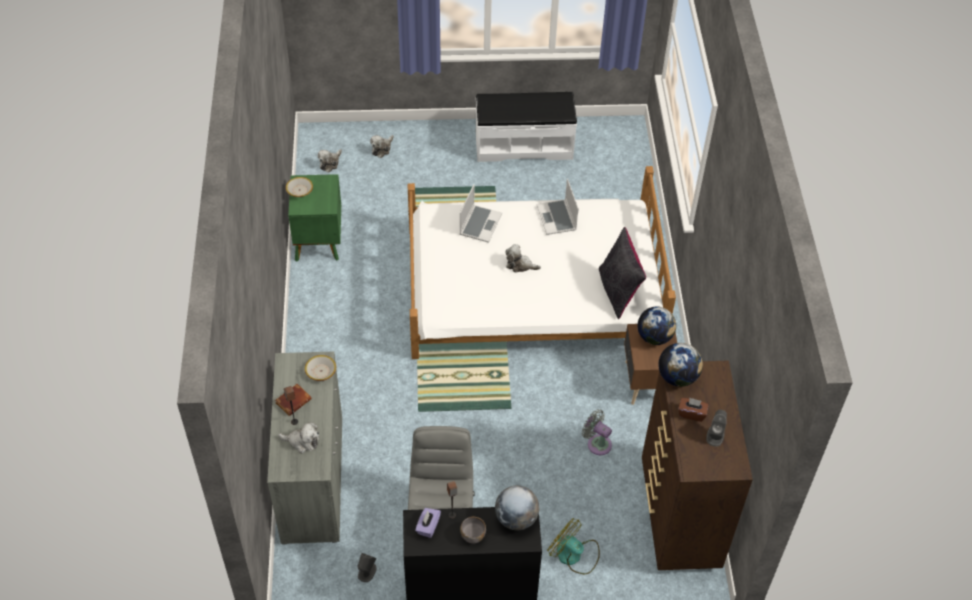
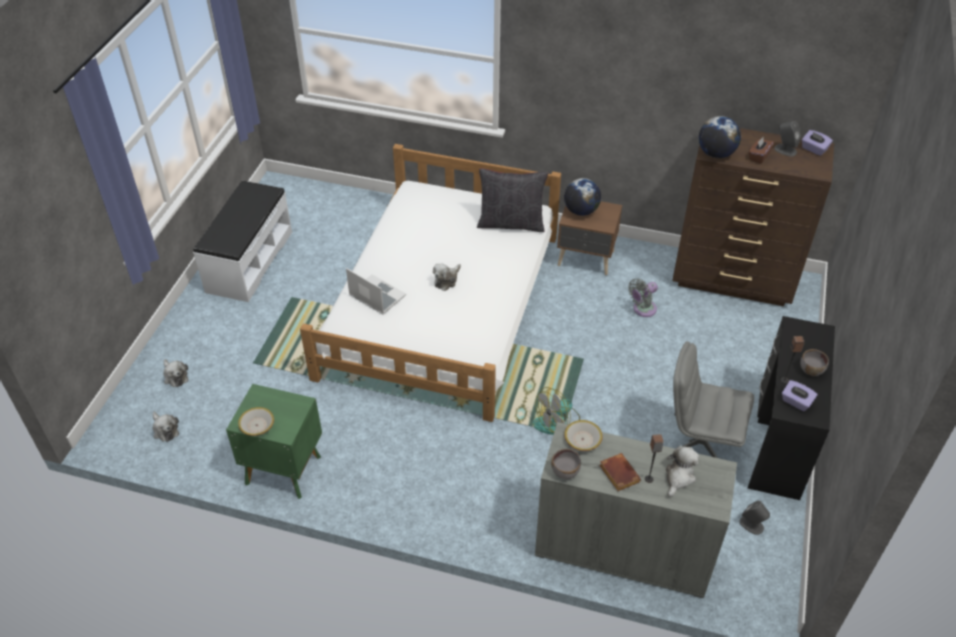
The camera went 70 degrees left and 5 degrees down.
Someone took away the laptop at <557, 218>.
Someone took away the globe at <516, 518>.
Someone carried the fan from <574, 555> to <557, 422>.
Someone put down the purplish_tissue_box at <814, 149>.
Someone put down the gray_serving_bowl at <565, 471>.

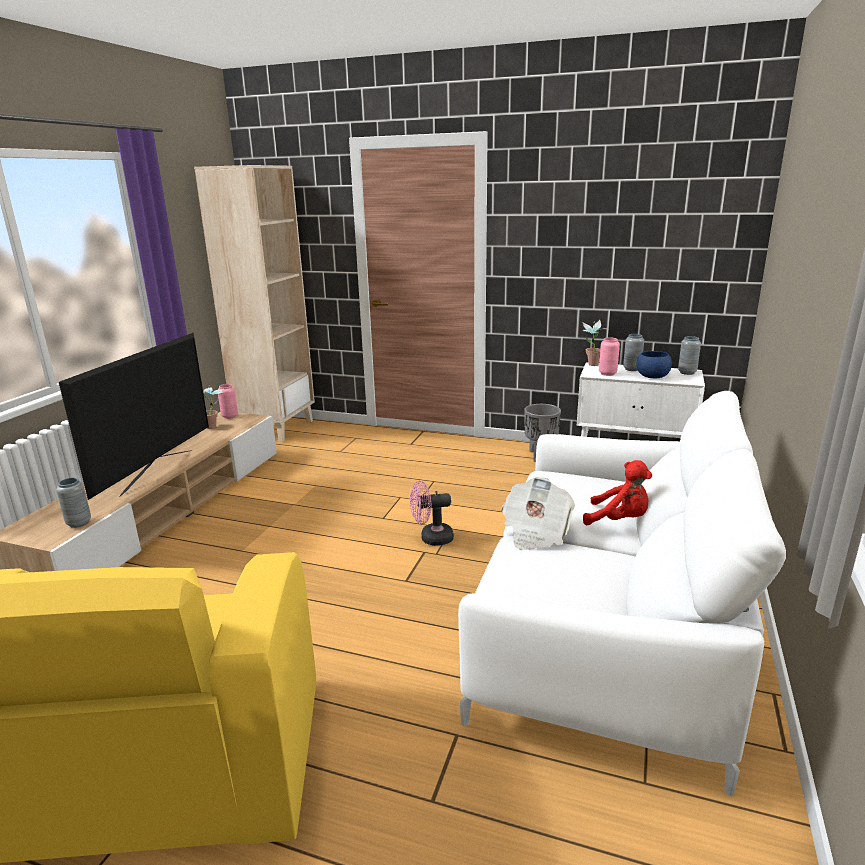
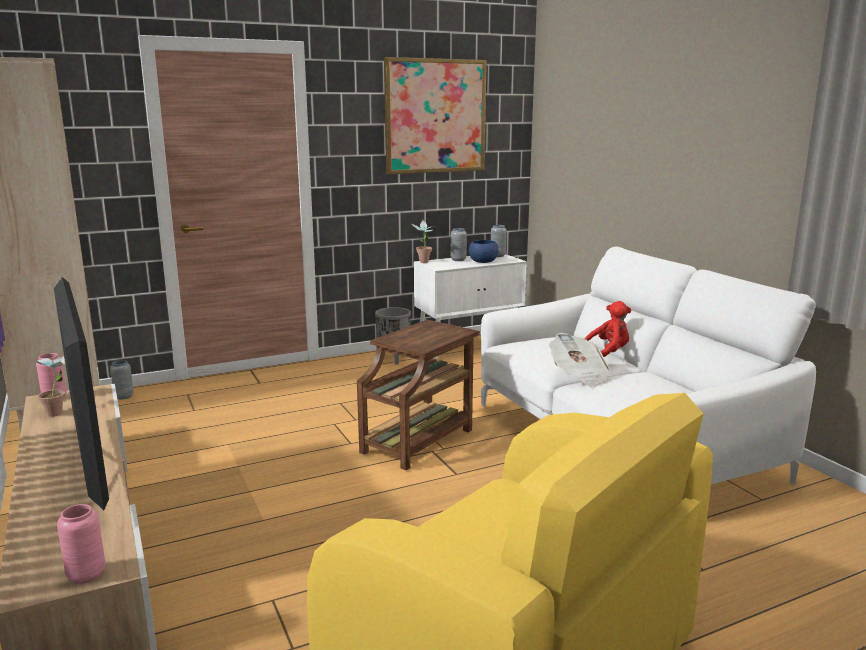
The camera went 45 degrees left and 5 degrees down.
Someone carried the pink_flower_vase from <607, 373> to <86, 575>.
Someone carried the gray_flower_vase from <79, 523> to <124, 396>.
Someone swapped the pink_fan at <431, 538> for the brown-coloured_accent_table at <419, 440>.
Someone put up the picture at <435, 116>.

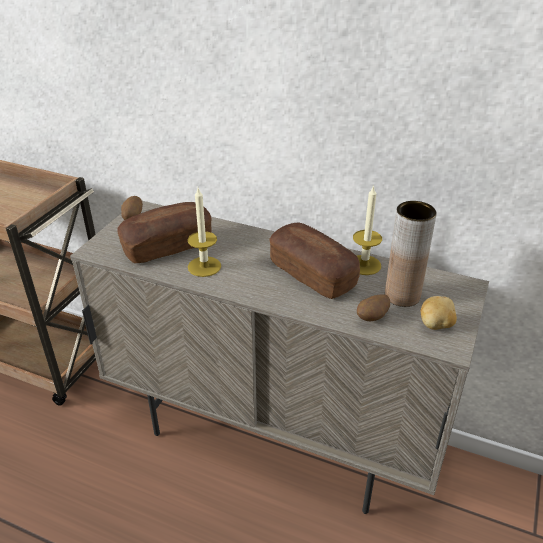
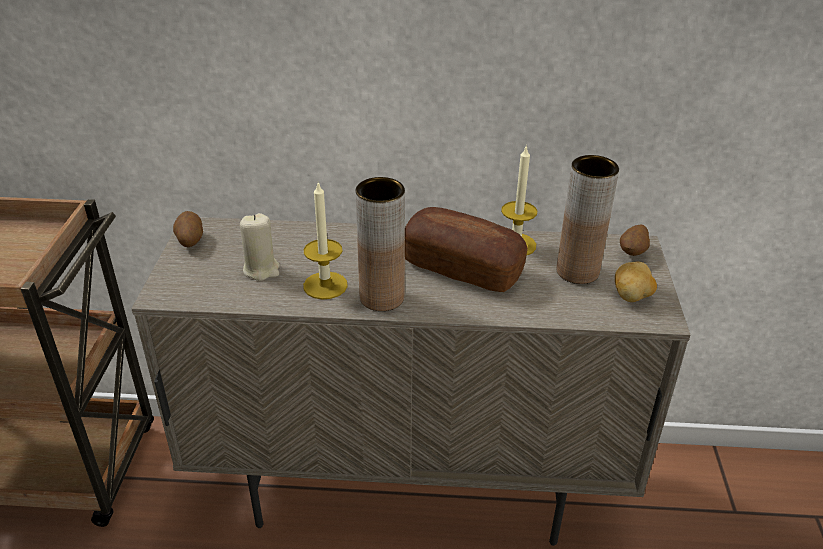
The camera went 20 degrees left and 0 degrees up.
Someone swapped the bread at <167, 246> for the sand-coloured_candle at <261, 269>.
Someone carried the whole_potato from <372, 318> to <632, 253>.
Someone put down the brown-coloured_flower_vase at <382, 298>.

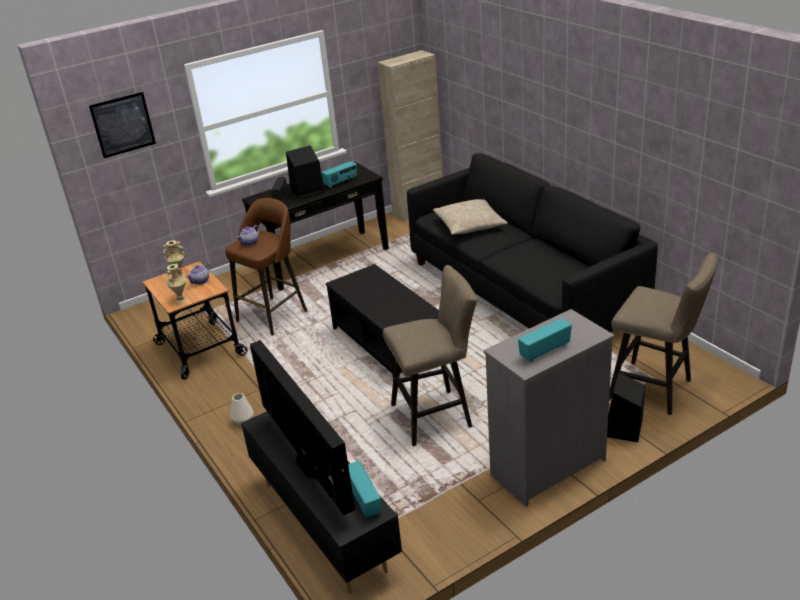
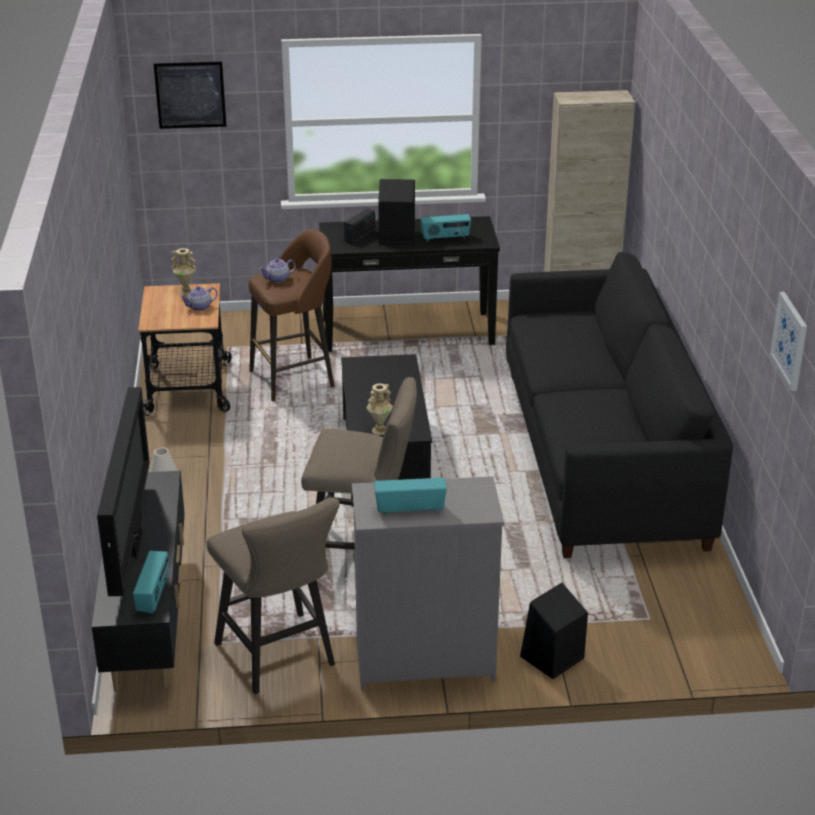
The camera went 25 degrees right and 0 degrees up.
Someone took away the sand-coloured_pillow at <469, 224>.
Someone carried the sand-coloured_sitting_stool from <656, 390> to <280, 658>.
Someone carried the sand-coloured_flower_vase from <180, 299> to <379, 430>.
Someone put up the picture at <790, 340>.

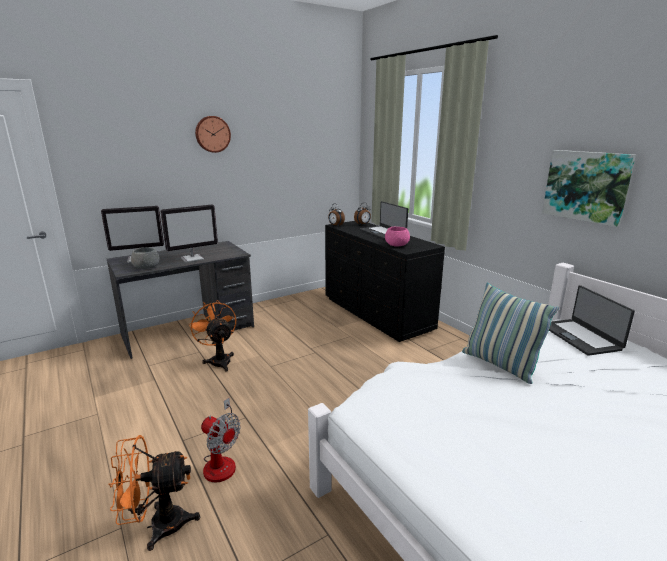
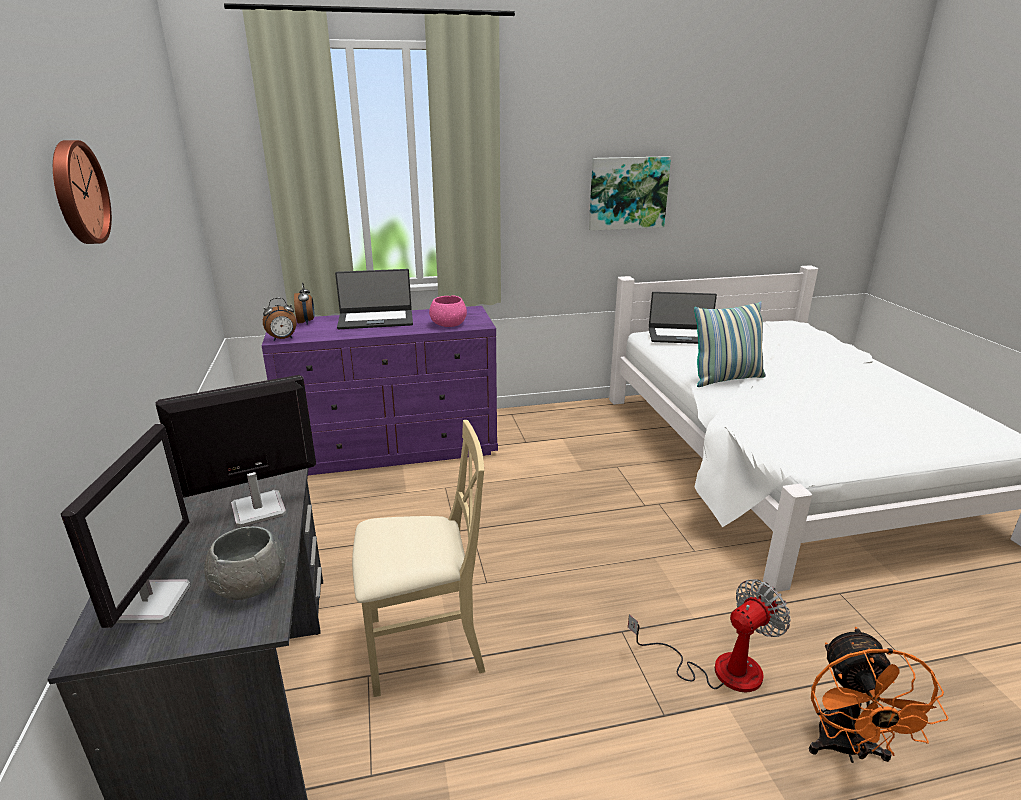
The camera went 70 degrees left and 5 degrees up.
Someone rotated the computer_display at <193, 258> by 105 degrees counterclockwise.
Someone repainted the black_drawer_chest at <377, 314>, which became the purplish_drawer_chest at <394, 449>.
Someone swapped the orange-coloured_fan at <219, 360> for the sand-coloured_upright_chair at <423, 647>.

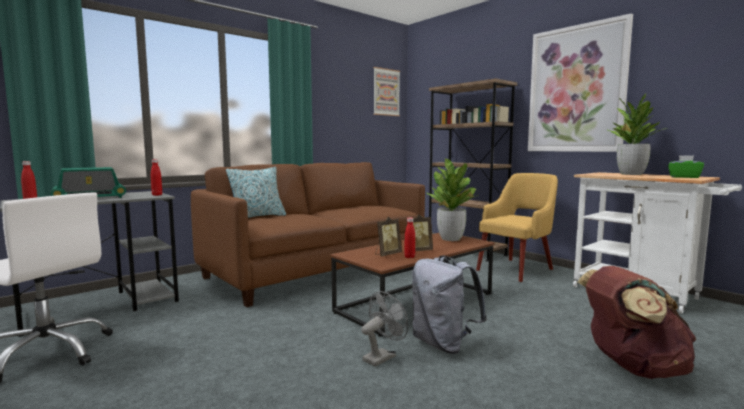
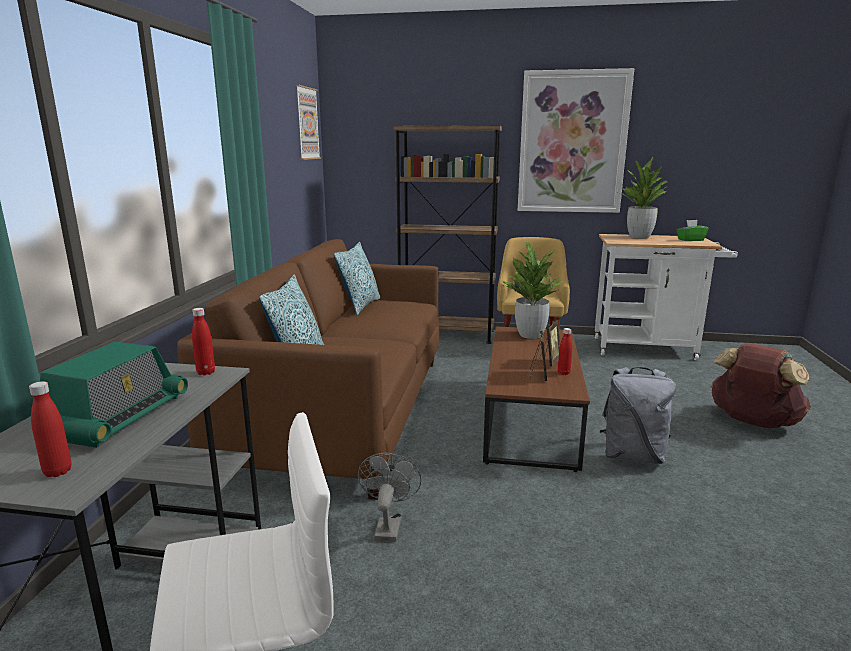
The camera went 40 degrees left and 10 degrees up.
Someone carried the gray_fan from <382, 356> to <388, 525>.
Someone put down the pillow at <360, 305>.

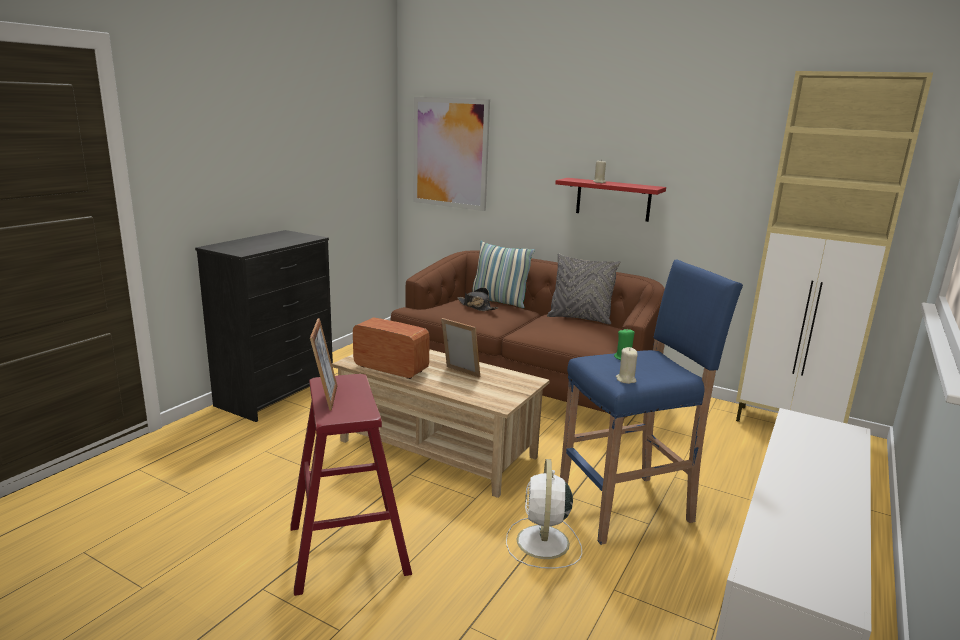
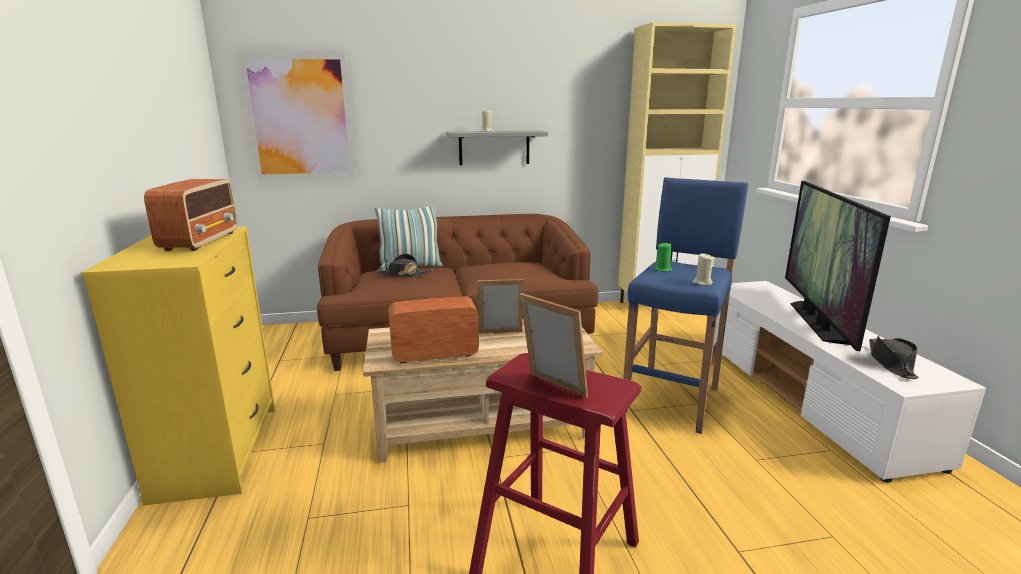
The camera went 40 degrees left and 0 degrees up.
Someone repainted the reddish_shelf at <613, 199>, which became the gray_shelf at <494, 147>.
Someone repainted the black_drawer_chest at <276, 394>, which became the yellowish_drawer_chest at <219, 451>.
Someone took away the gray_pillow at <580, 318>.
Someone took away the white_fan at <543, 543>.
Someone put down the radio_set at <201, 241>.
Someone put down the television at <816, 322>.
Someone put down the black_clothing_hat at <891, 363>.

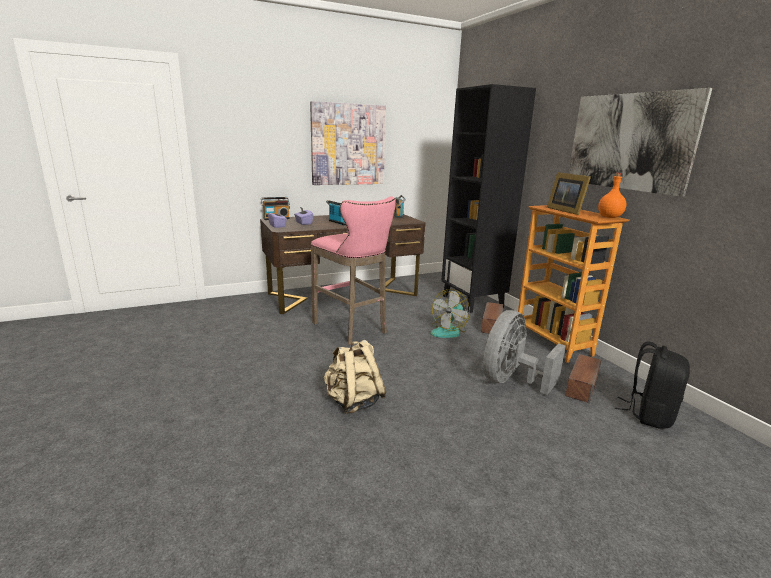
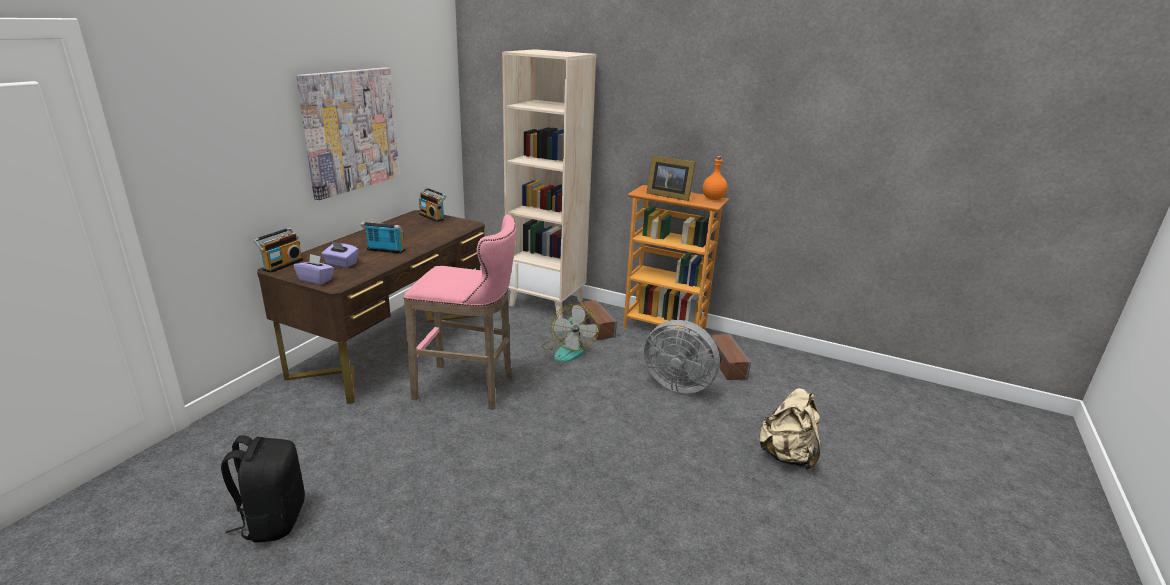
The camera went 40 degrees left and 5 degrees up.
Someone repainted the black_bookshelf at <473, 301>, which became the sand-coloured_bookshelf at <547, 303>.
Someone took away the picture at <629, 142>.
Someone rotated the gray_fan at <511, 381> by 60 degrees counterclockwise.
Someone carried the sand-coloured_backpack from <353, 402> to <787, 456>.
Someone carried the black_backpack from <648, 414> to <273, 520>.

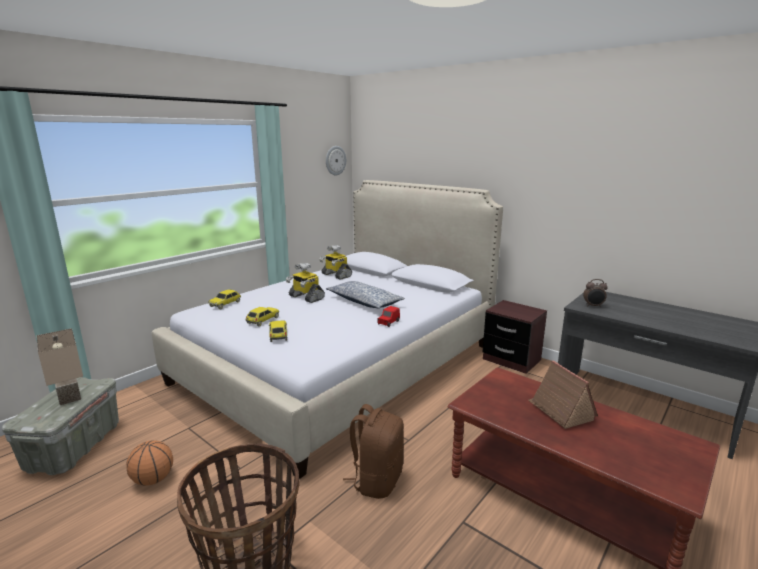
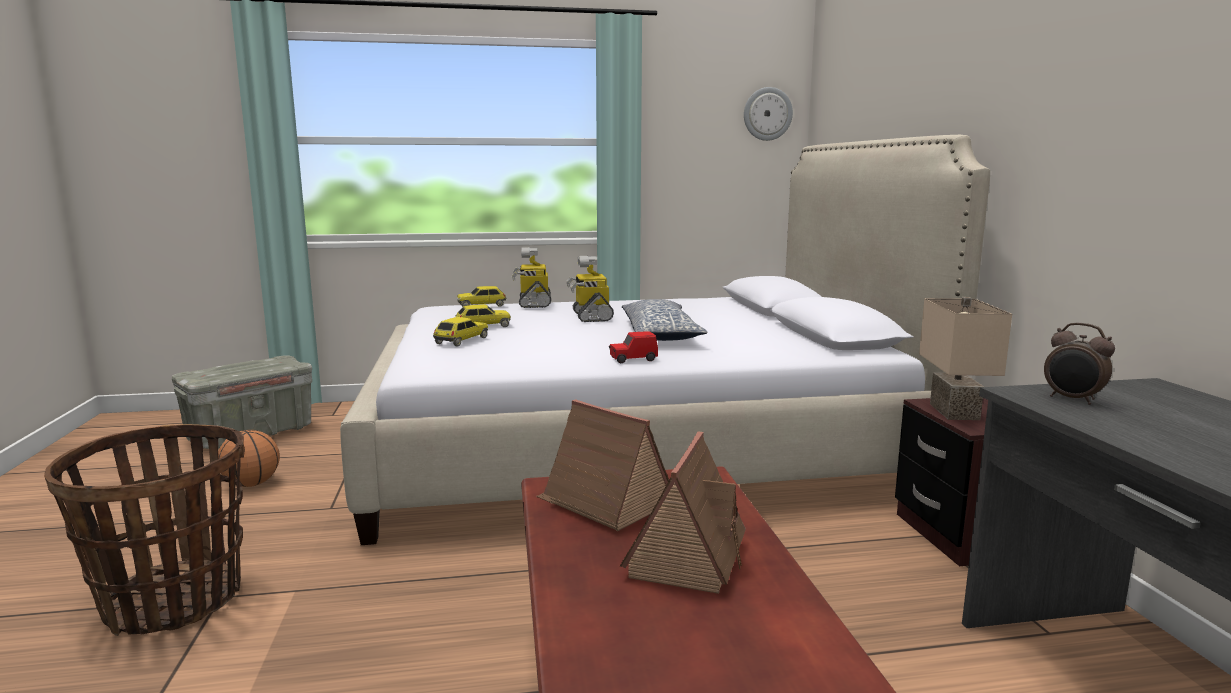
The camera went 40 degrees right and 5 degrees down.
Someone carried the toy_robot from <336, 275> to <534, 303>.
Someone carried the sand-coloured_tabletop_lamp from <71, 395> to <957, 412>.
Someone took away the brown-coloured_backpack at <377, 480>.
Someone put down the toy_house at <603, 502>.

